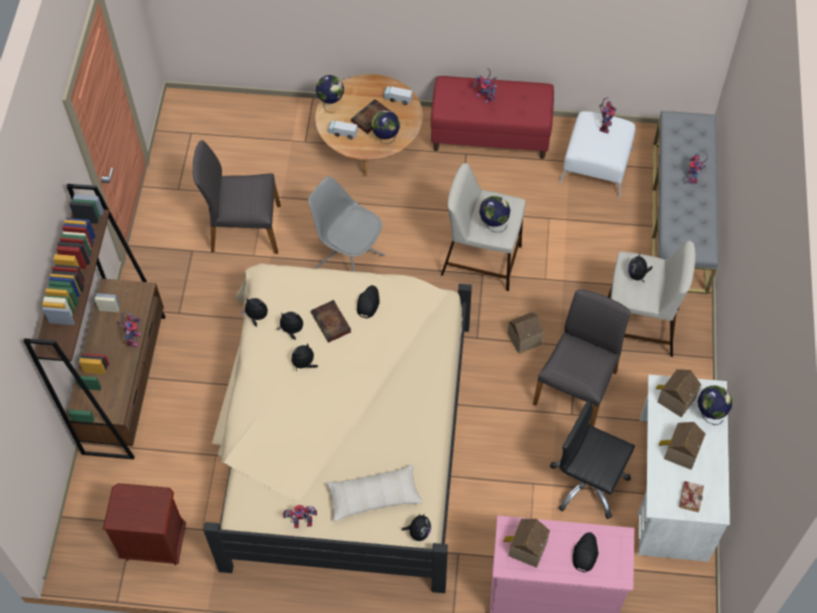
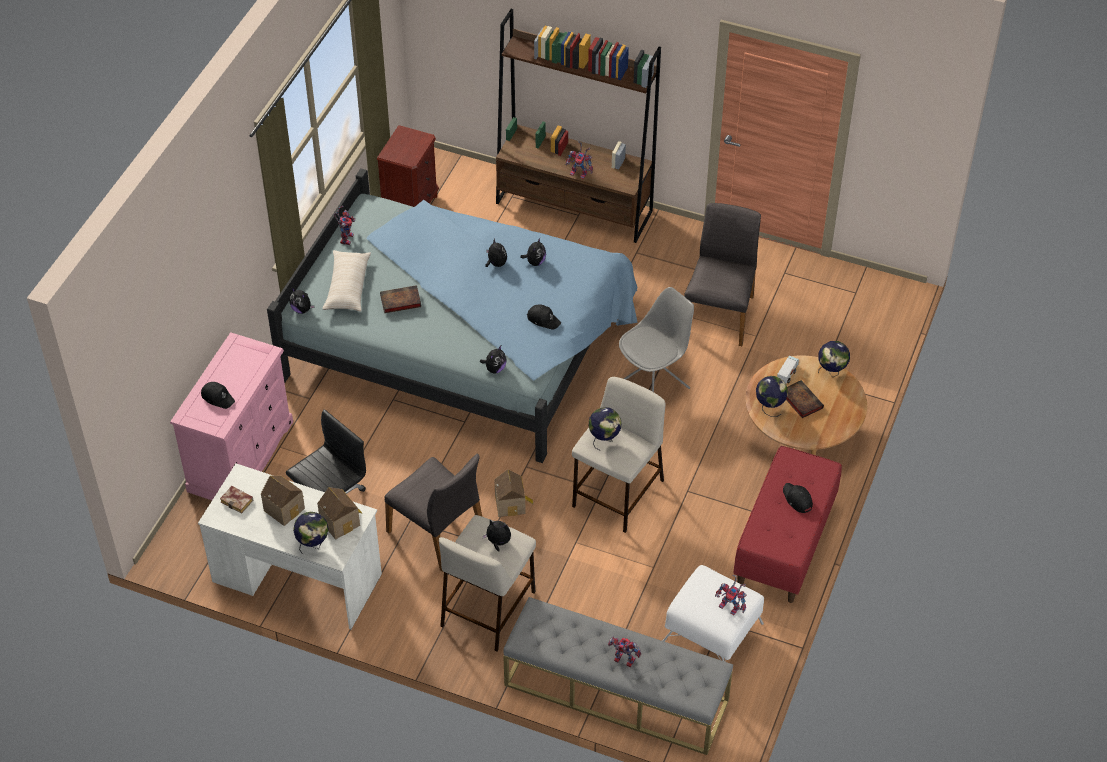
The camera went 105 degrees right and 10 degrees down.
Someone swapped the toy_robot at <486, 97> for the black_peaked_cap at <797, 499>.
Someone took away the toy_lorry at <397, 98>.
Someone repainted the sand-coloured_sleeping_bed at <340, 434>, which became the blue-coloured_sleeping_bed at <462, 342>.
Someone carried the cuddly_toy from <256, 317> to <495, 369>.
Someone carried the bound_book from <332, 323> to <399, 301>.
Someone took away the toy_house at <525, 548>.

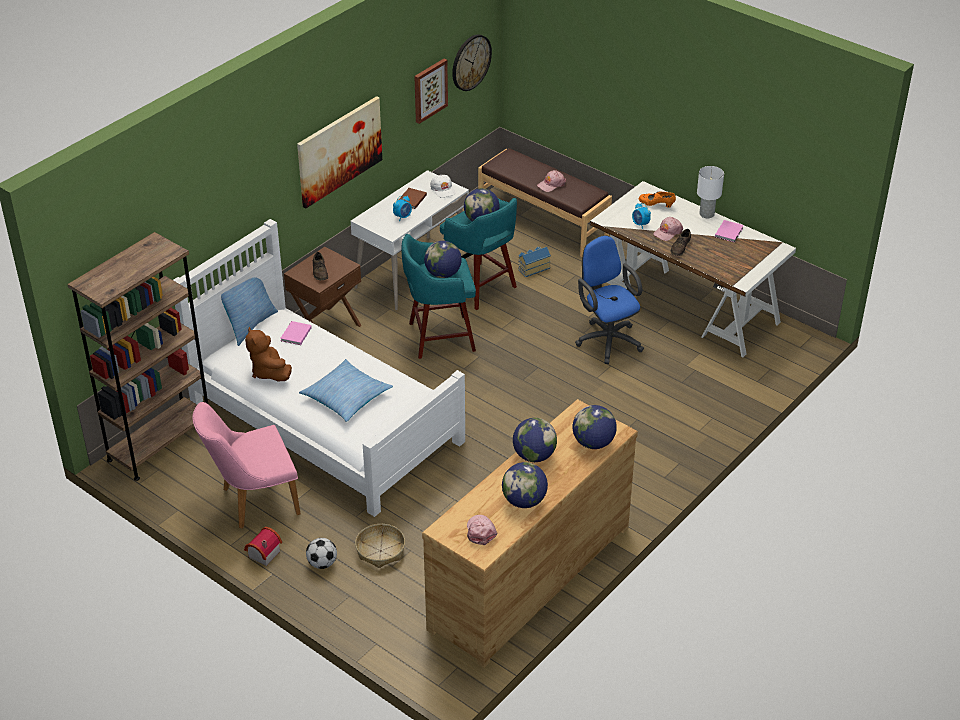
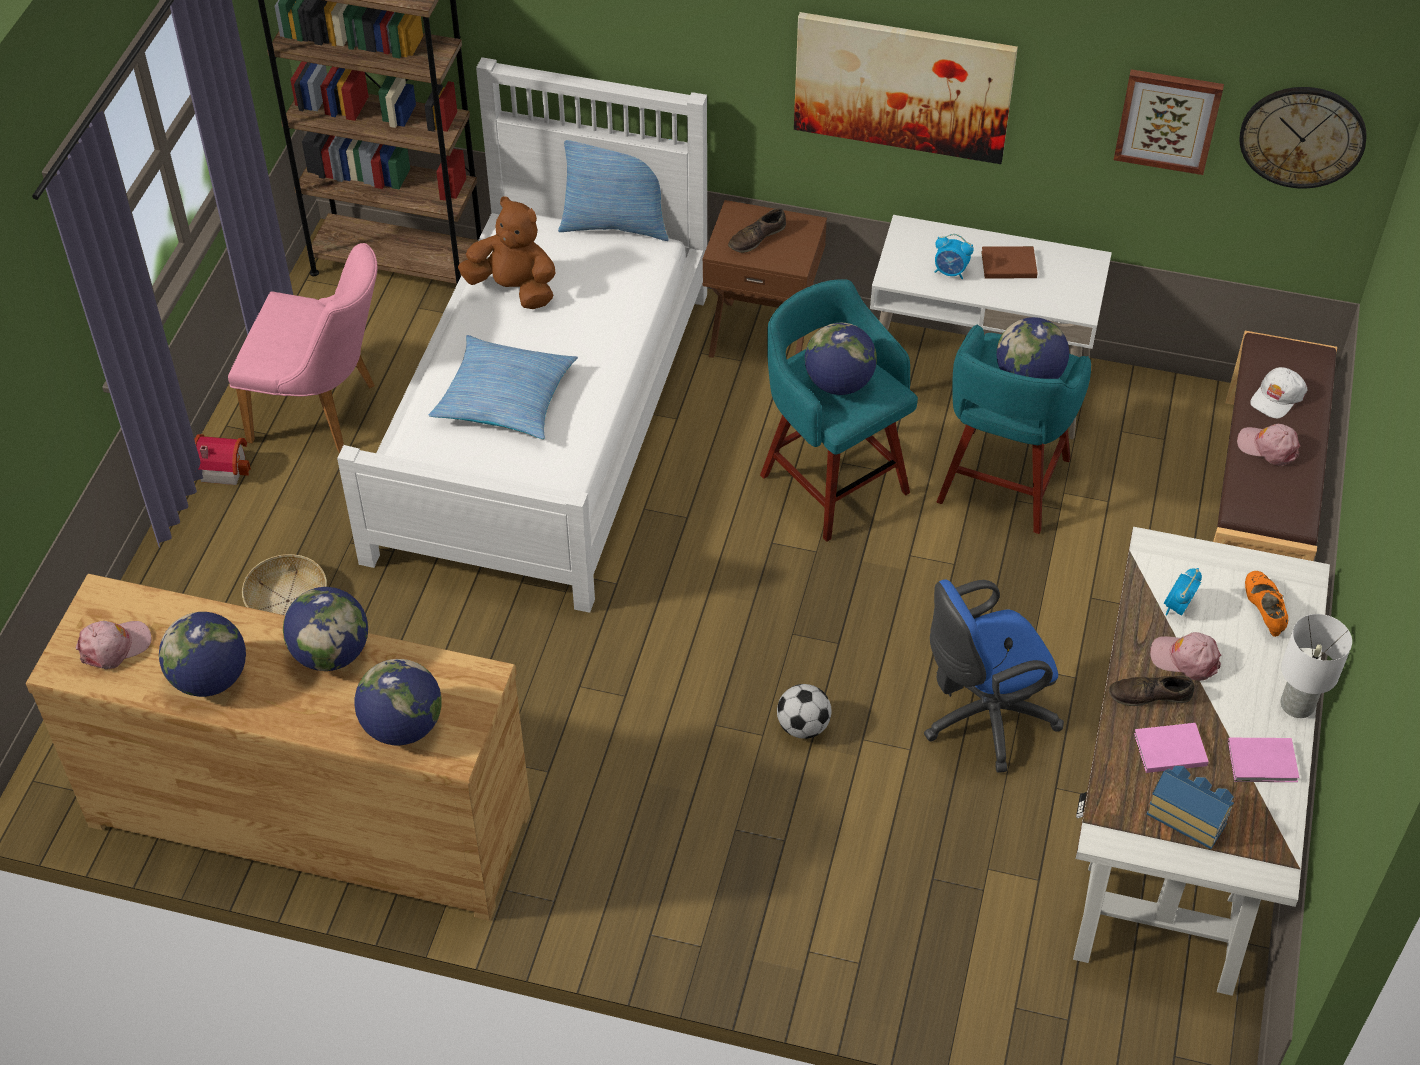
The camera went 65 degrees right and 10 degrees up.
Someone carried the white_peaked_cap from <443, 189> to <1277, 397>.
Someone rotated the blue-coloured_computer_chair at <607, 339> by 150 degrees counterclockwise.
Someone carried the toy_house from <532, 268> to <1187, 815>.
Someone carried the pink_bound_book from <295, 334> to <1168, 749>.
Someone rotated the brown-coloured_cuddly_toy at <269, 372> by 75 degrees clockwise.
Someone rotated the pink_upright_chair at <253, 502> by 150 degrees clockwise.
Someone carried the football_ball from <322, 563> to <803, 726>.

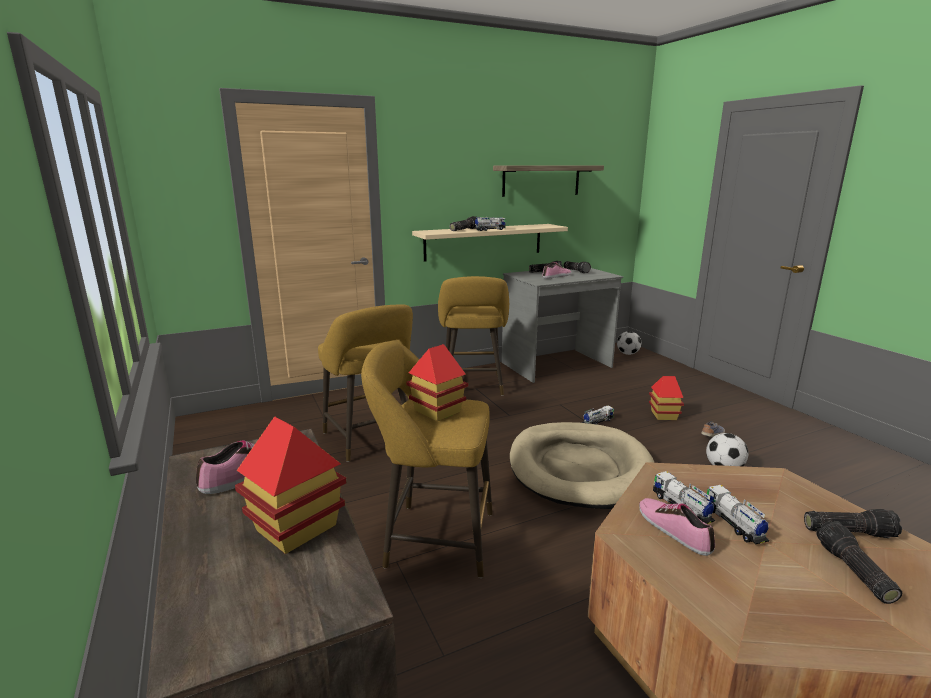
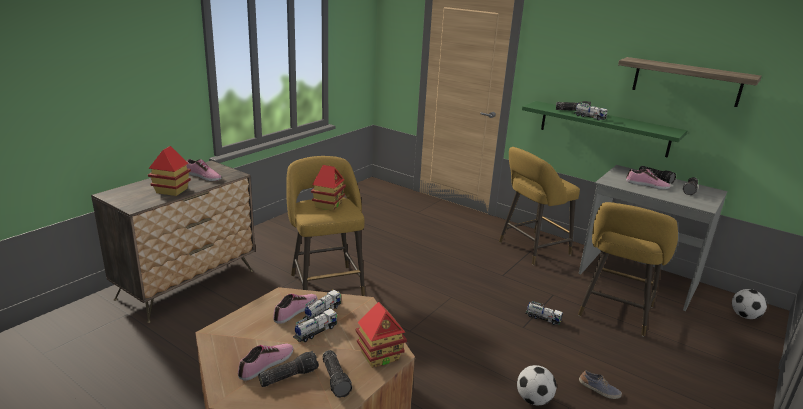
The camera went 60 degrees right and 5 degrees up.
Someone repainted the sand-coloured_shelf at <484, 242>, which became the green-coloured_shelf at <603, 128>.
Someone carried the yellowish_sitting_stool from <371, 440> to <614, 313>.
Someone carried the toy_house from <663, 415> to <380, 356>.
Someone took away the sand-coloured_dog_cushion at <579, 468>.
Someone put down the shoe at <267, 364>.

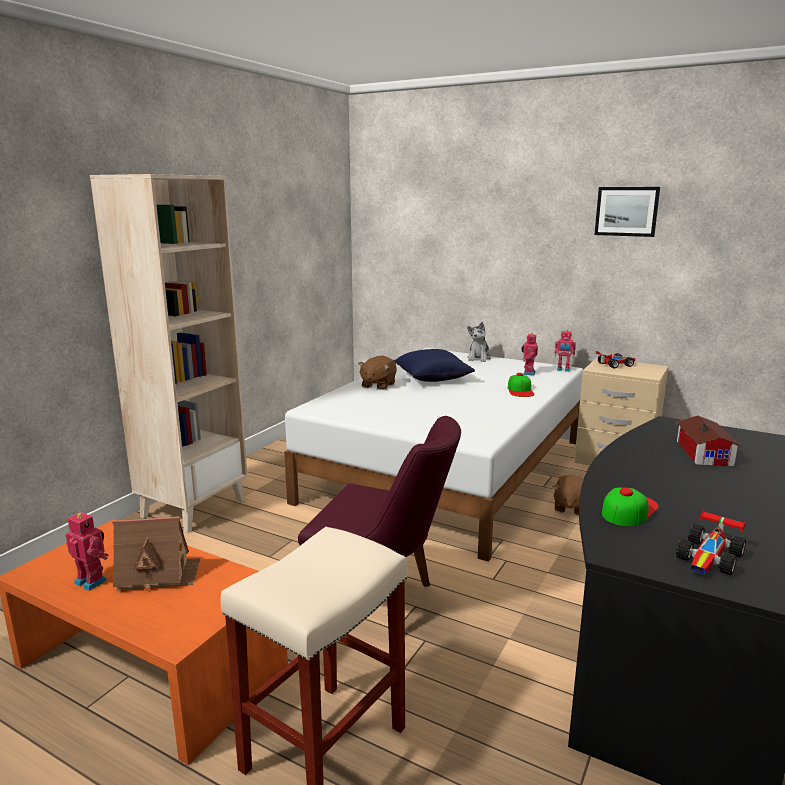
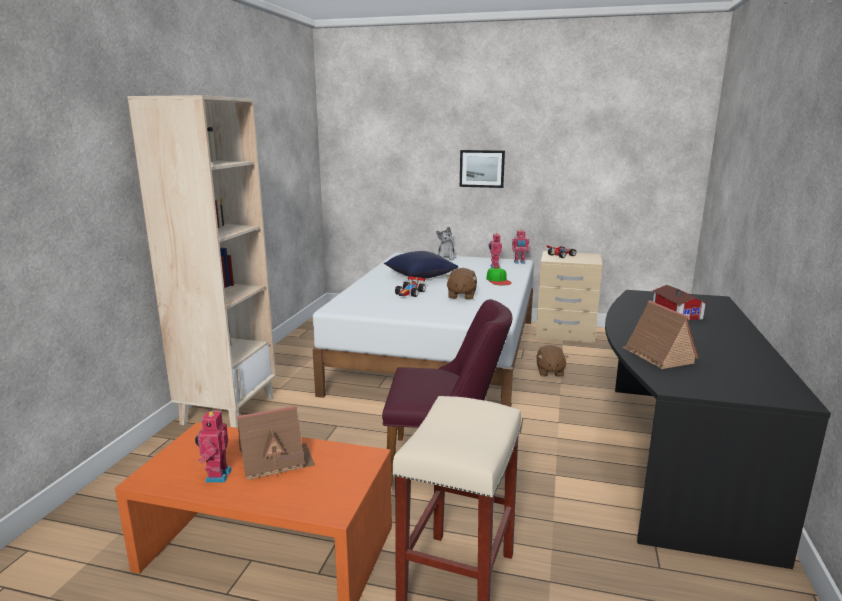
The camera went 15 degrees left and 0 degrees up.
Someone carried the picture from <626, 211> to <482, 168>.
Someone carried the brown-coloured_cuddly_toy from <378, 385> to <461, 296>.
Someone swapped the peaked_cap at <629, 509> for the toy_house at <657, 356>.
Someone carried the model_car from <711, 557> to <410, 293>.
Someone rotated the toy_robot at <92, 581> by 105 degrees counterclockwise.

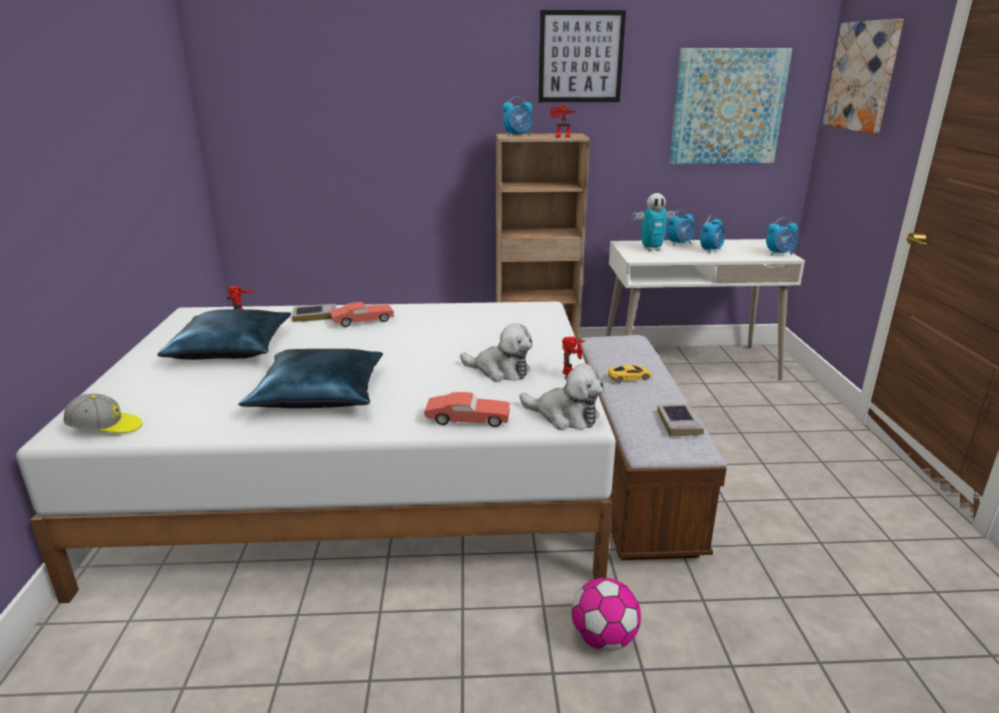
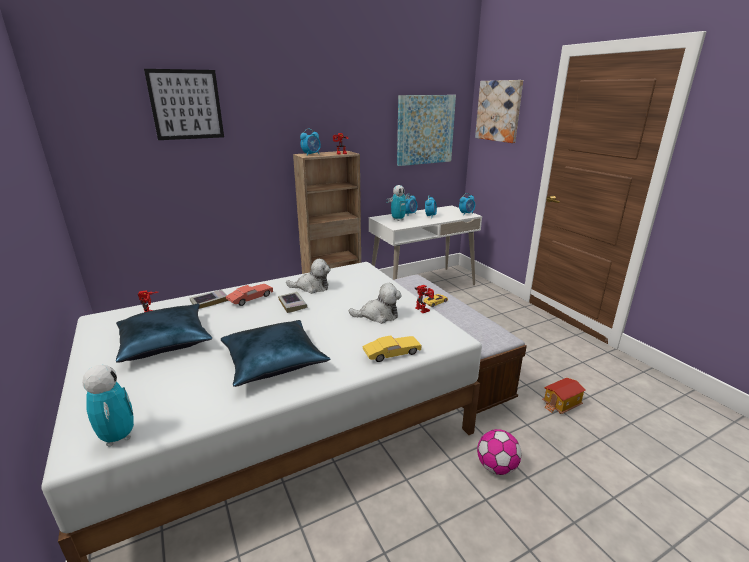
The camera went 25 degrees left and 0 degrees up.
Someone carried the picture from <580, 57> to <186, 105>.
Someone carried the cuddly_toy from <564, 416> to <311, 287>.
Someone repainted the reddish_model_car at <467, 420>, which became the yellowish_model_car at <392, 354>.
Someone swapped the peaked_cap at <106, 428> for the toy_robot at <118, 437>.
Someone carried the bound_book from <679, 423> to <292, 304>.
Someone put down the toy_house at <561, 405>.

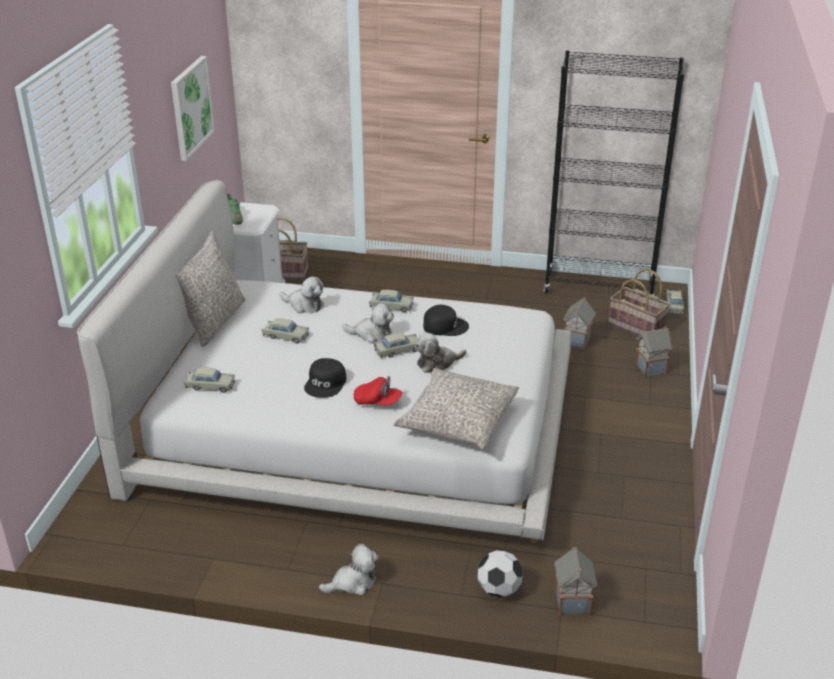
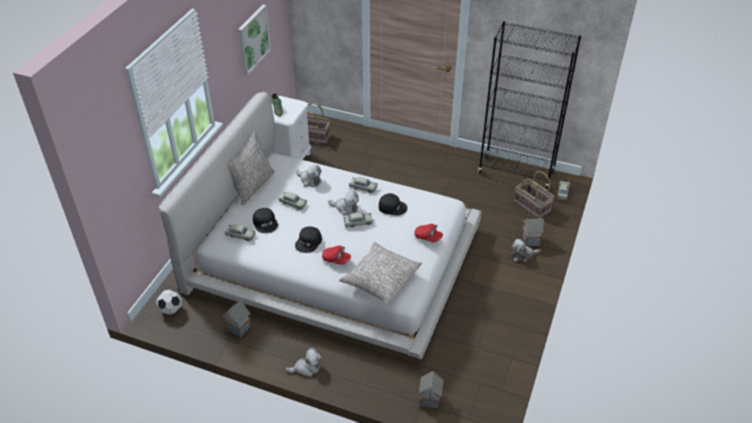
The camera went 10 degrees right and 10 degrees up.
Someone carried the toy_house from <577, 341> to <239, 329>.
Someone carried the cuddly_toy from <437, 363> to <523, 255>.
Someone carried the football_ball from <499, 590> to <171, 310>.
Someone put down the black_peaked_cap at <265, 223>.
Someone put down the reddish_peaked_cap at <428, 237>.

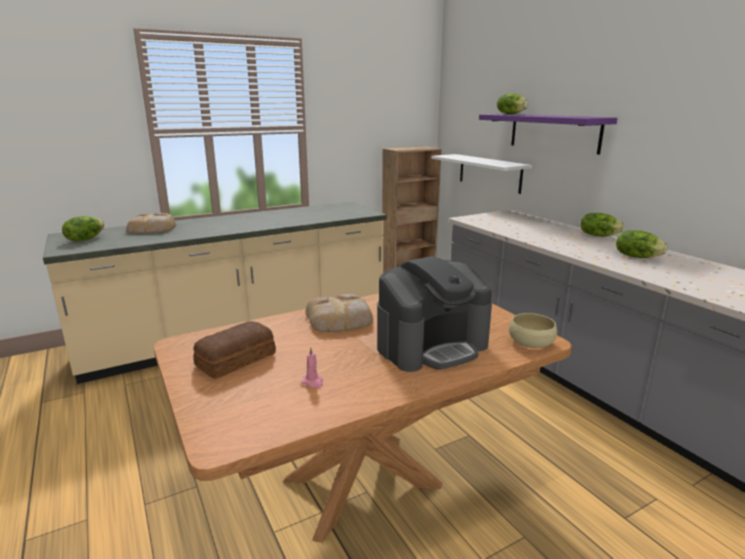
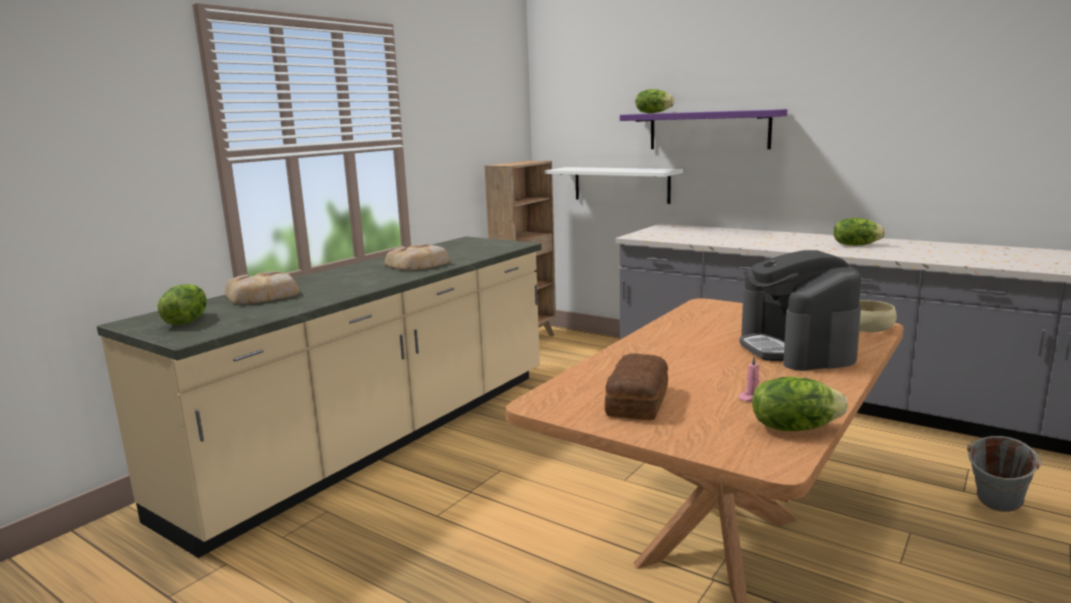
The camera went 25 degrees left and 5 degrees down.
Someone carried the lettuce from <598, 235> to <794, 427>.
Someone rotated the coffee_brewer at <432, 346> by 135 degrees clockwise.
Someone carried the bread from <340, 319> to <419, 264>.
Someone put down the gray_bucket at <995, 508>.

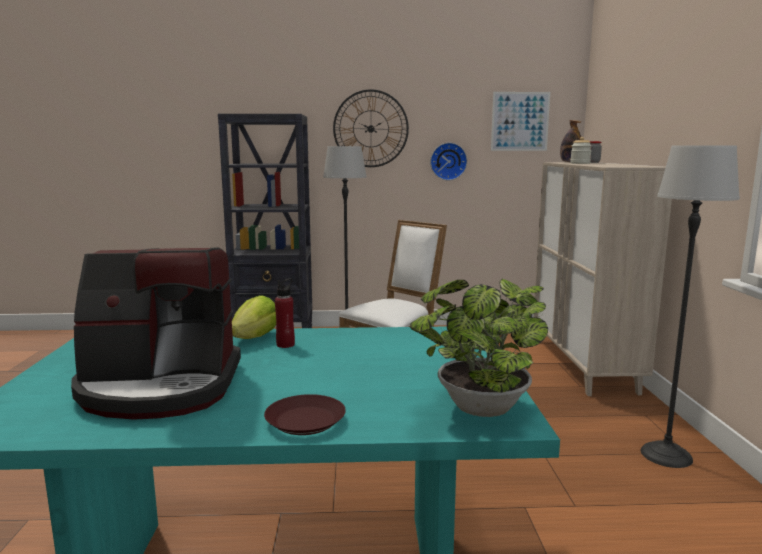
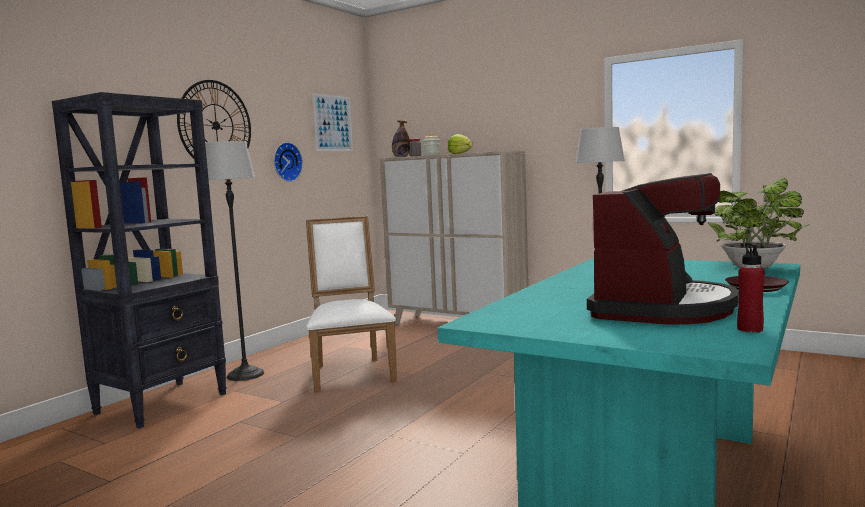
The camera went 55 degrees left and 5 degrees down.
Someone carried the reddish_beverage_bottle from <285, 344> to <750, 329>.
Someone carried the lettuce from <255, 338> to <460, 154>.

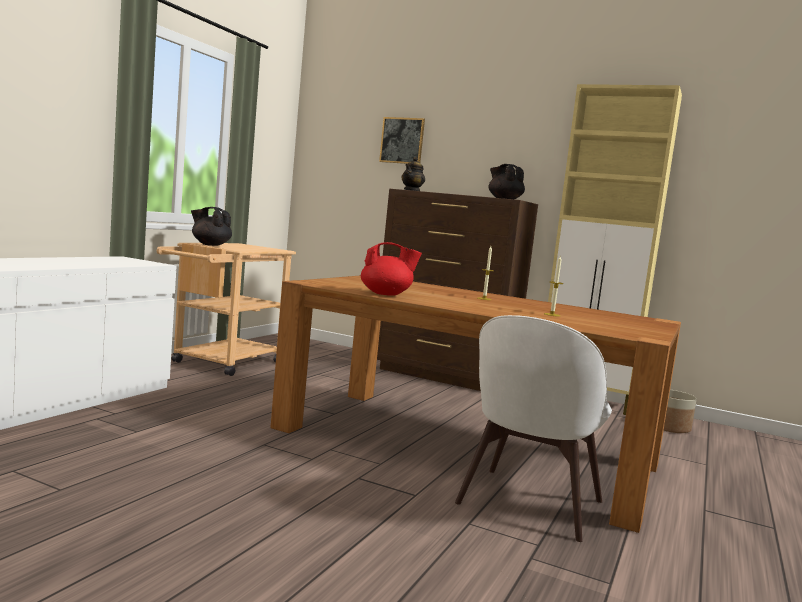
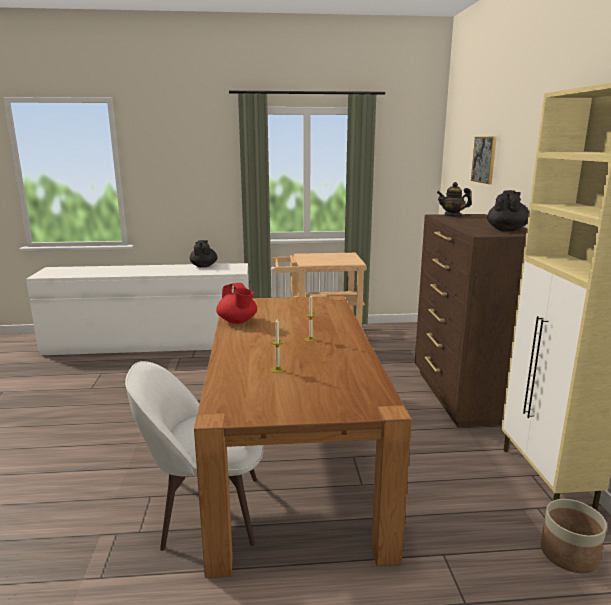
The camera went 60 degrees right and 10 degrees up.
Someone carried the black_teapot from <210, 245> to <204, 266>.

